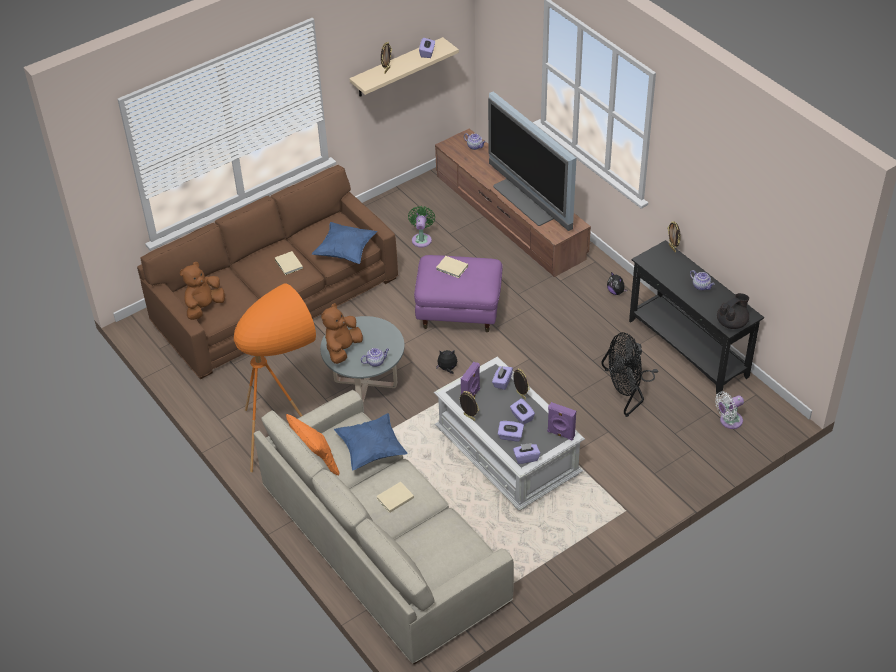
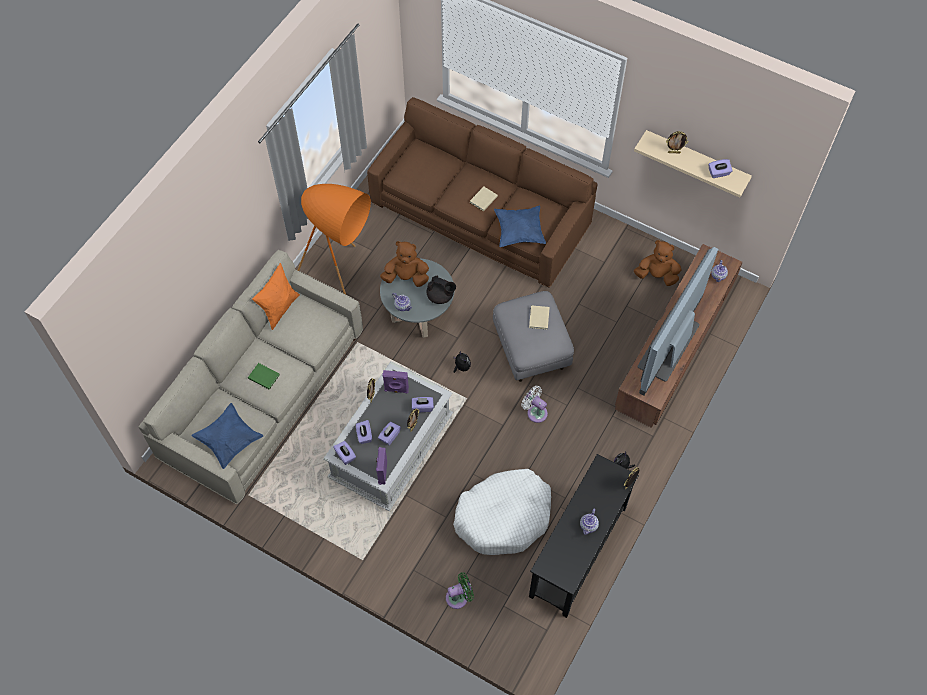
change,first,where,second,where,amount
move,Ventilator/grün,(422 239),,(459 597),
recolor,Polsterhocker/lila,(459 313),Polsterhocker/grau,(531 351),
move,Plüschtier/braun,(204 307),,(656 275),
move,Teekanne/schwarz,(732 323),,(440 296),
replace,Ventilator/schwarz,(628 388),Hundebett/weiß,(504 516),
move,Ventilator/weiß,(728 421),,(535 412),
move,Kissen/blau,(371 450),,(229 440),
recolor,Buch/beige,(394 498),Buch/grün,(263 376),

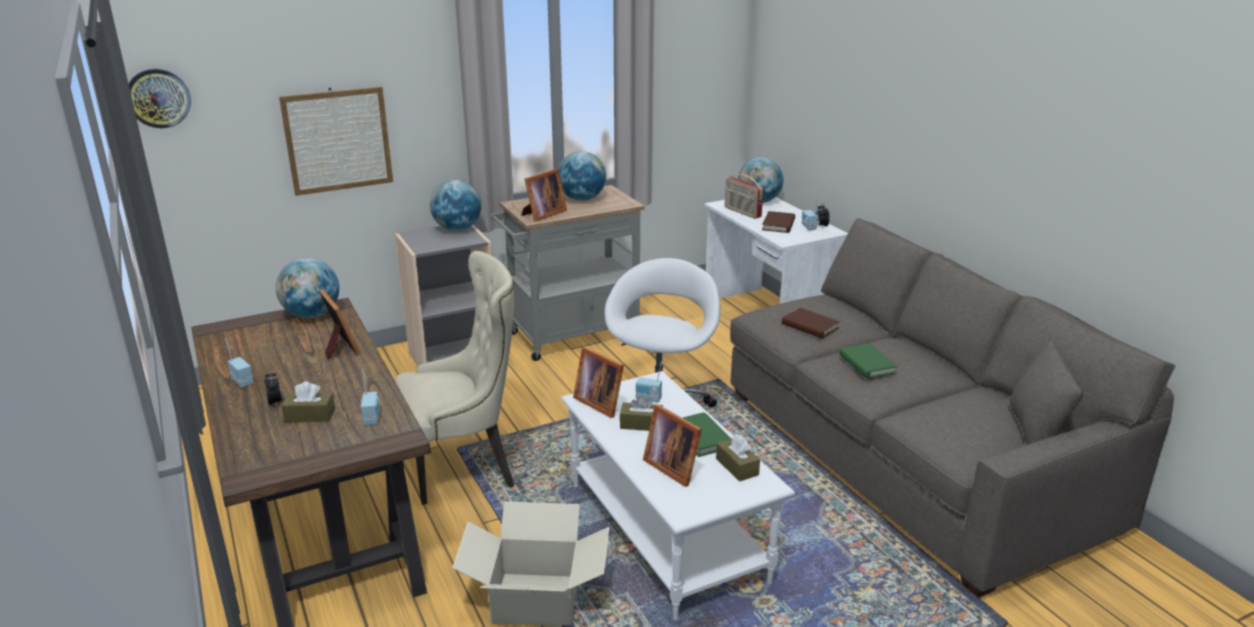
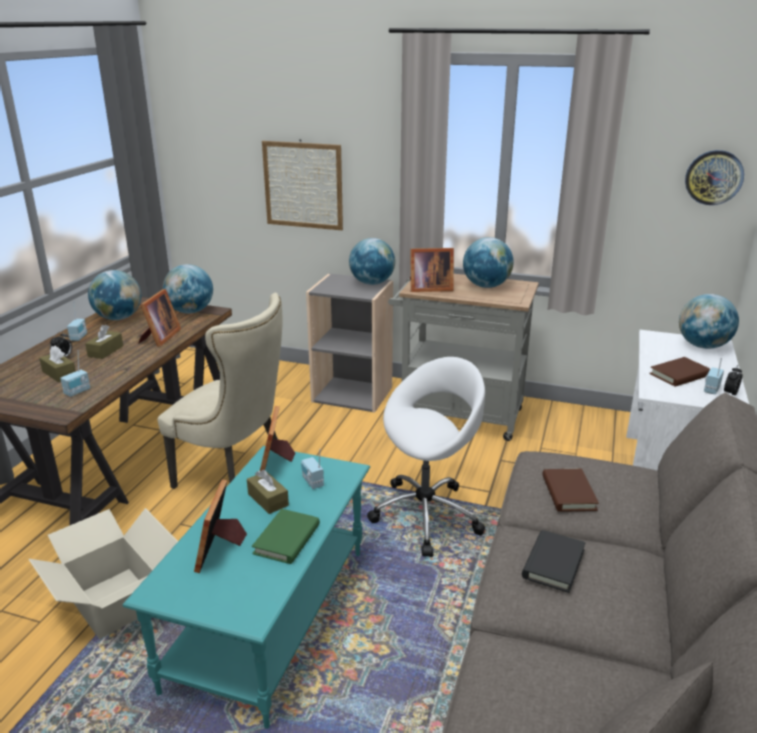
change,first,where,second,where,amount
move,Wanduhr,(158 98),,(714 177),
delete,Radio,(742 212),,,
recolor,Buch/grün,(867 364),Buch/schwarz,(553 563),
recolor,Couchtisch/weiß,(667 531),Couchtisch/türkis,(271 617),
move,Taschentuchbox/braun,(737 467),,(105 351),
insert,,,Globus,(119 318),

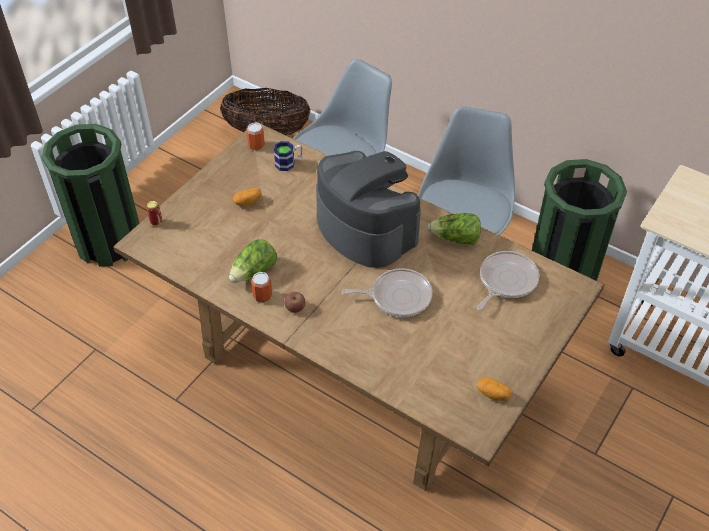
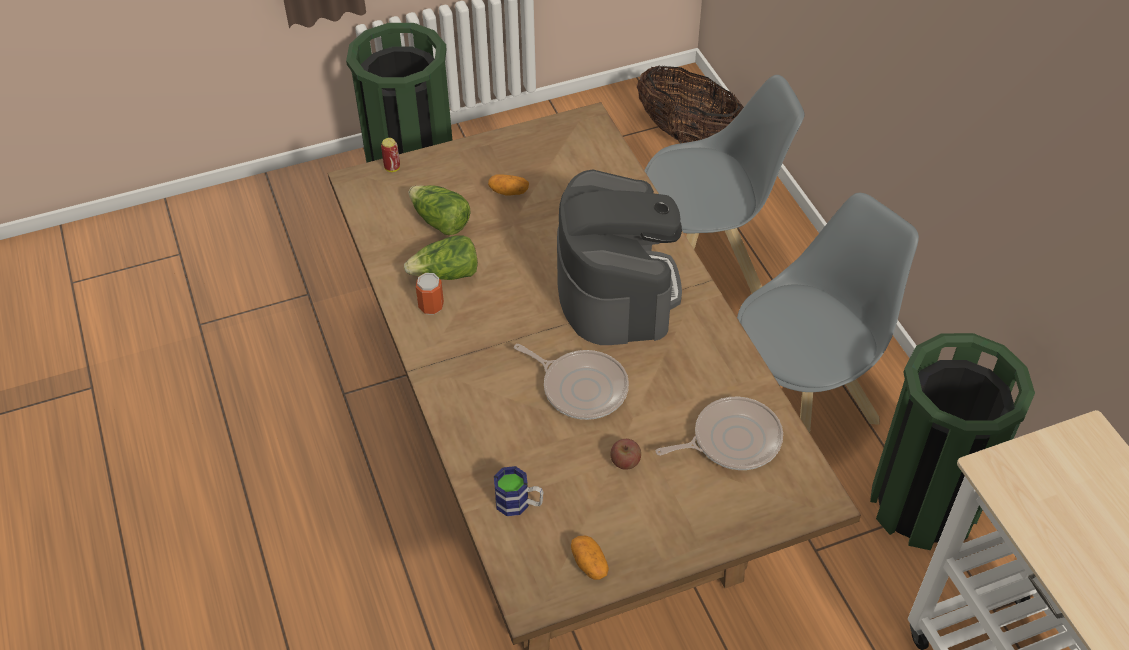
change,first,where,second,where,amount
delete,Dose,(256 146),,,
move,Henkelbecher,(289 163),,(519 503),
move,Salatkopf,(456 238),,(440 221),
move,Apfel,(295 307),,(625 461),

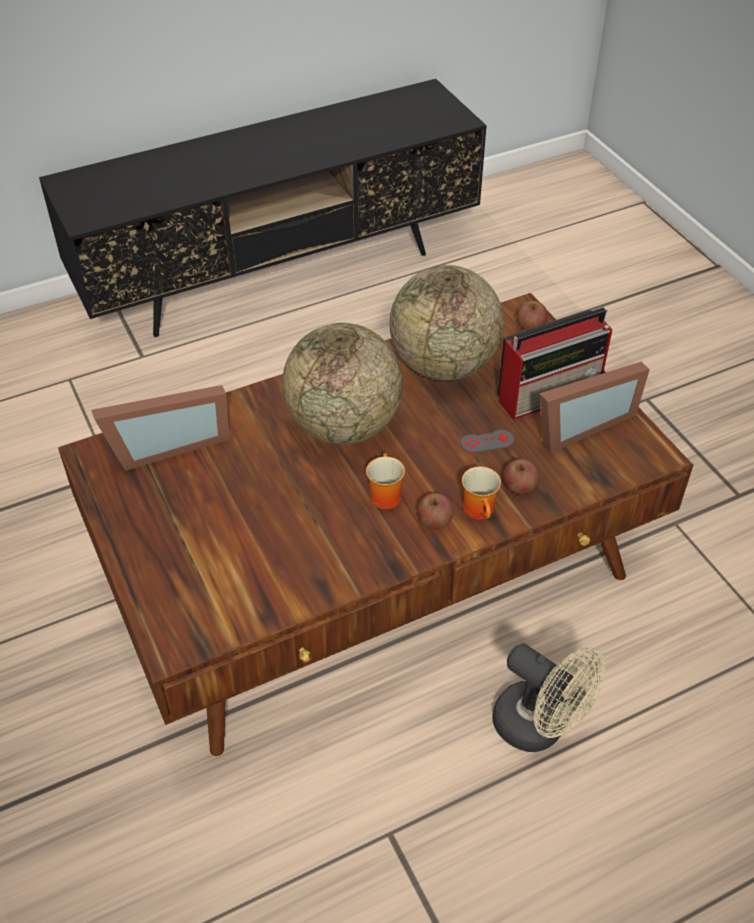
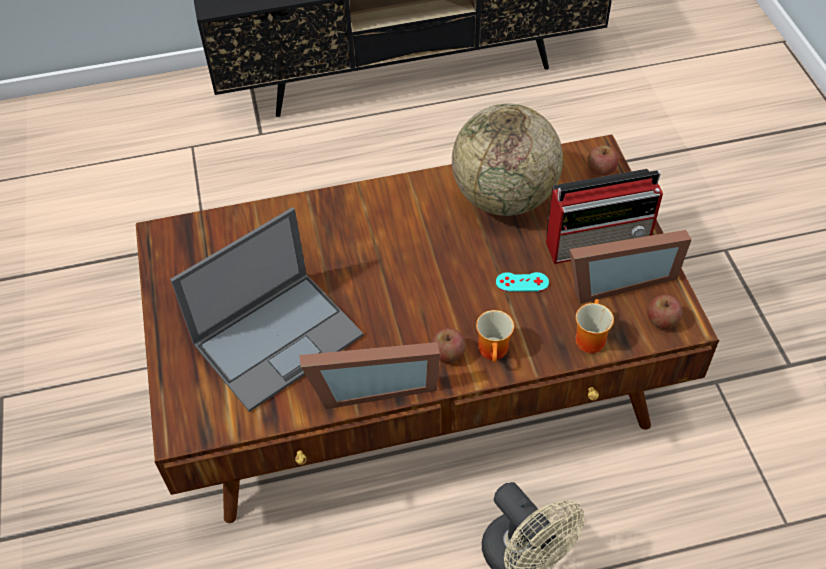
change,first,where,second,where,amount
delete,Globus,(344 425),,,
move,Bilderrahmen,(167 444),,(372 385),
recolor,Gamepad/grau,(487 441),Gamepad/türkis,(522 282),
move,Henkelbecher,(383 495),,(588 337),
move,Apfel,(519 486),,(662 320),
insert,,,Laptop,(279 338),

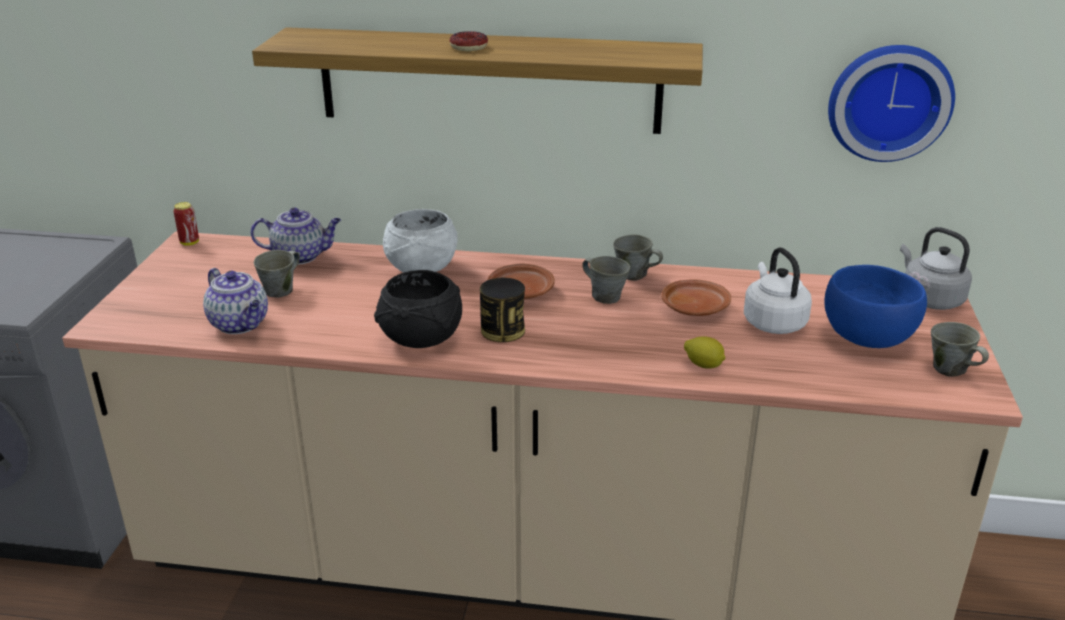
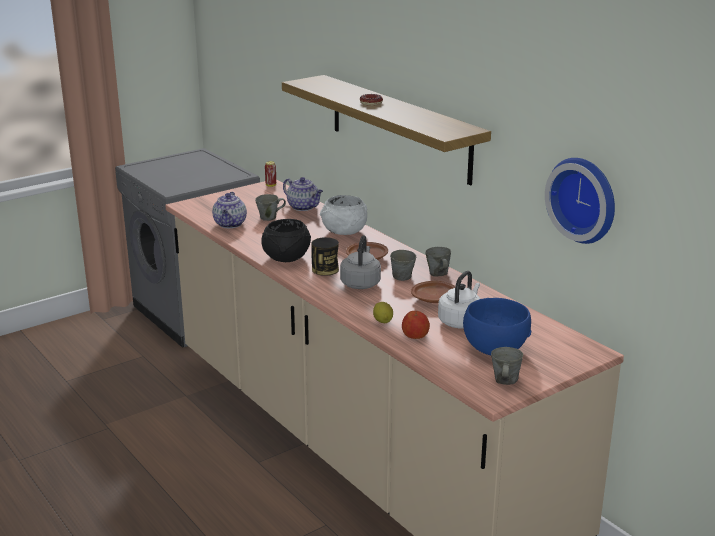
change,first,where,second,where,amount
move,Wasserkessel/grau,(929 299),,(361 283),
insert,,,Apfel,(415 335),

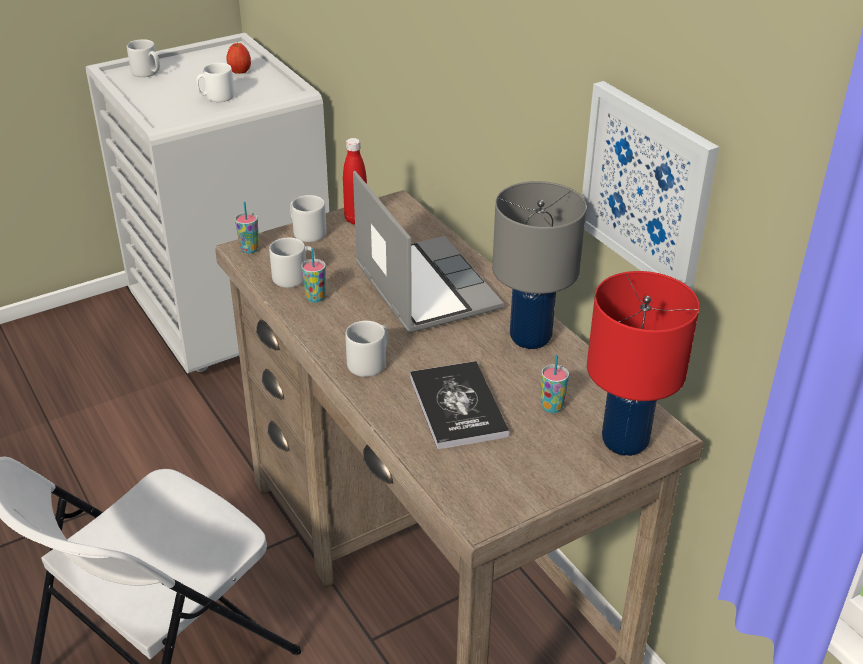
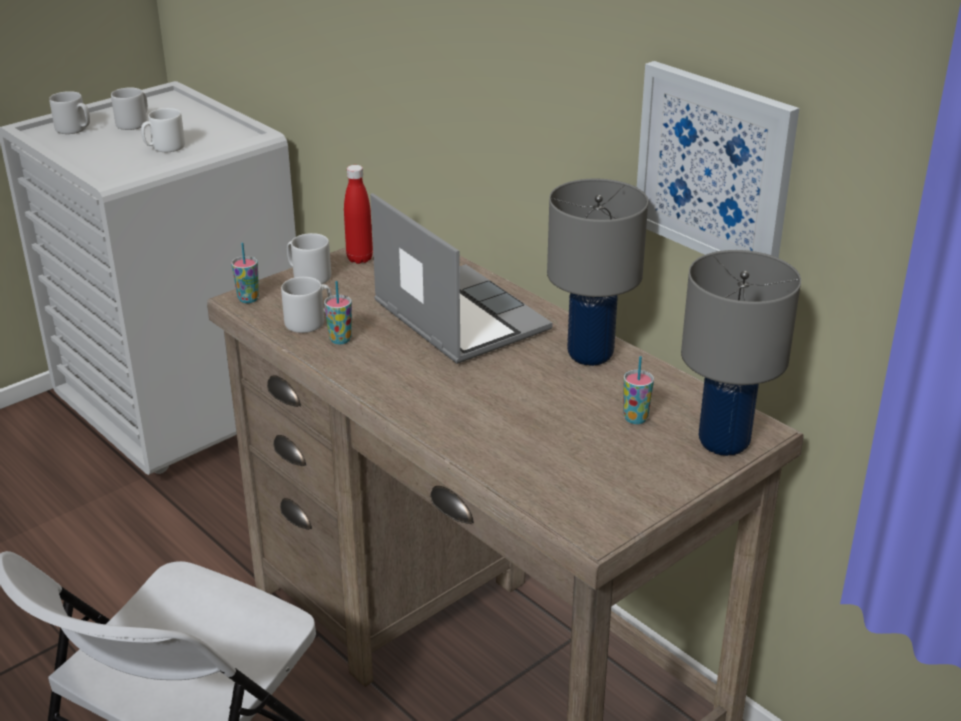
change,first,where,second,where,amount
delete,Apfel,(239 72),,,
recolor,Tischlampe/rot,(626 444),Tischlampe/grau,(726 444),
move,Henkelbecher/grau,(370 363),,(134 123),
delete,Buch,(458 406),,,

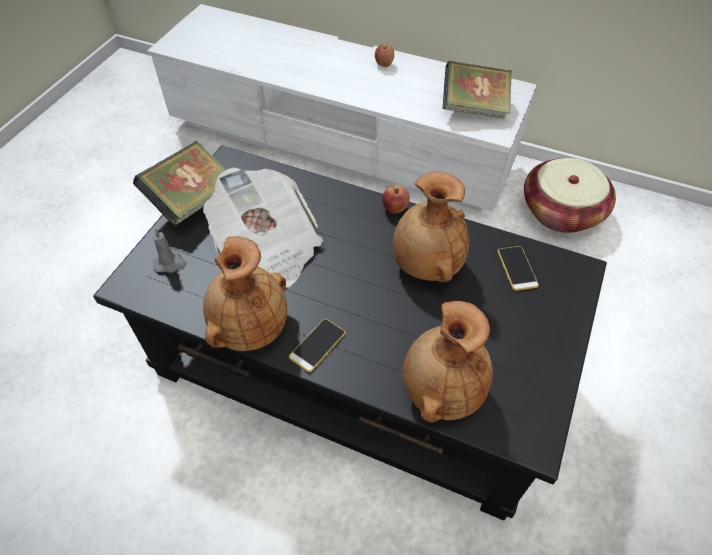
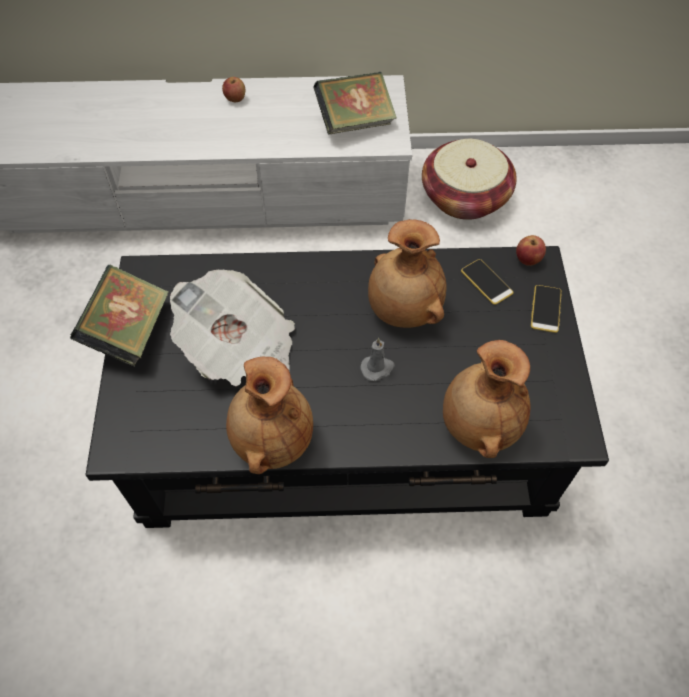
change,first,where,second,where,amount
move,Apfel,(395 209),,(528 259),
move,Kerze/grau,(170 263),,(377 368),
move,Handy,(317 345),,(546 309),

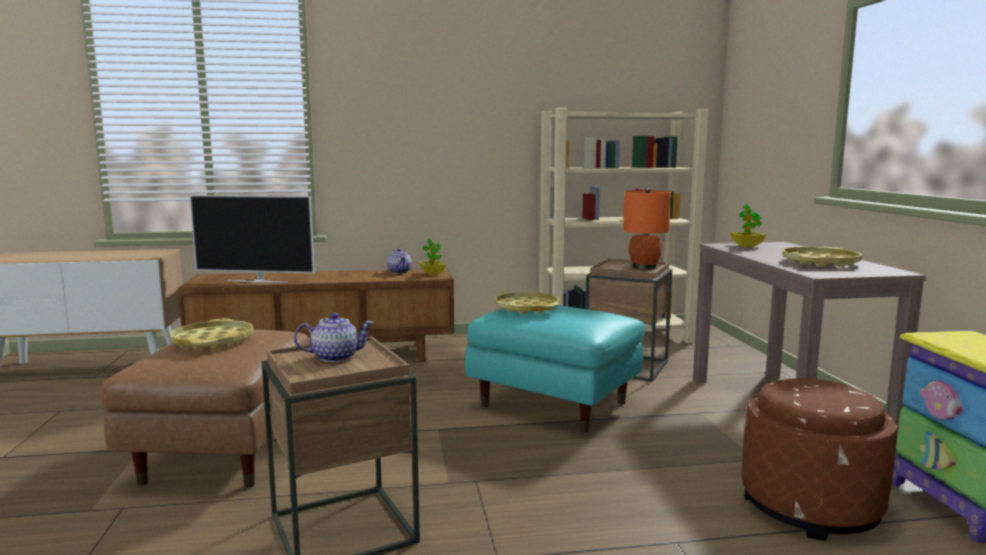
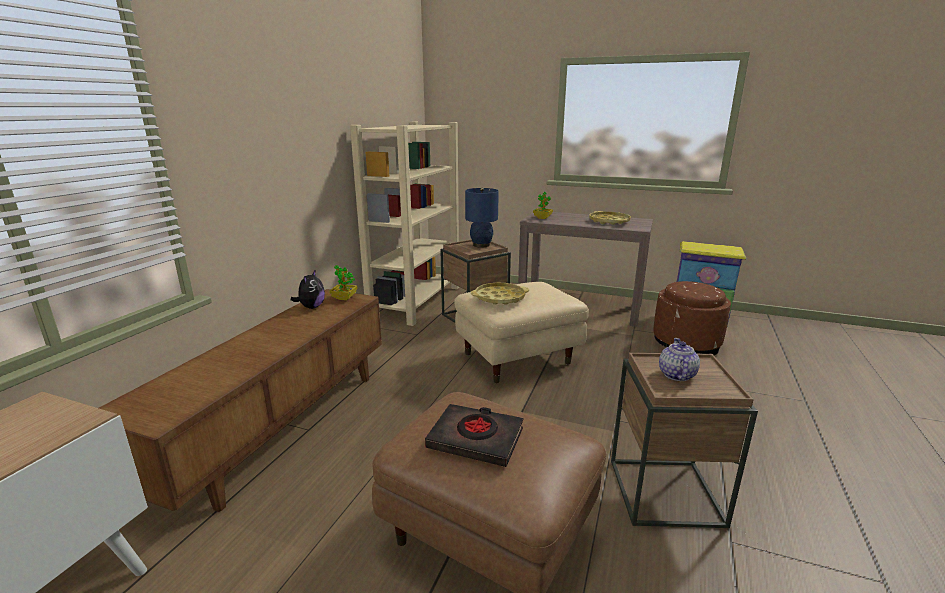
change,first,where,second,where,amount
recolor,Tischlampe/orange,(644 267),Tischlampe/blau,(481 245),
delete,Fernseher,(257 281),,,
replace,Teekanne,(400 272),Plüschtier,(311 307),
recolor,Polsterhocker/türkis,(555 405),Polsterhocker/beige,(518 358),
replace,Tablett/gelb,(213 341),Buch/schwarz,(476 439),

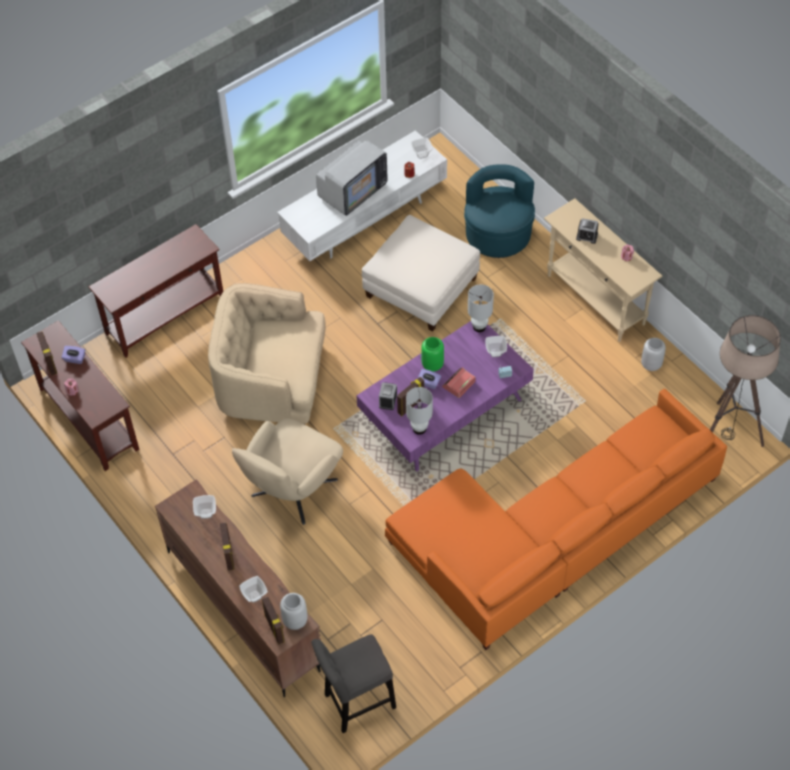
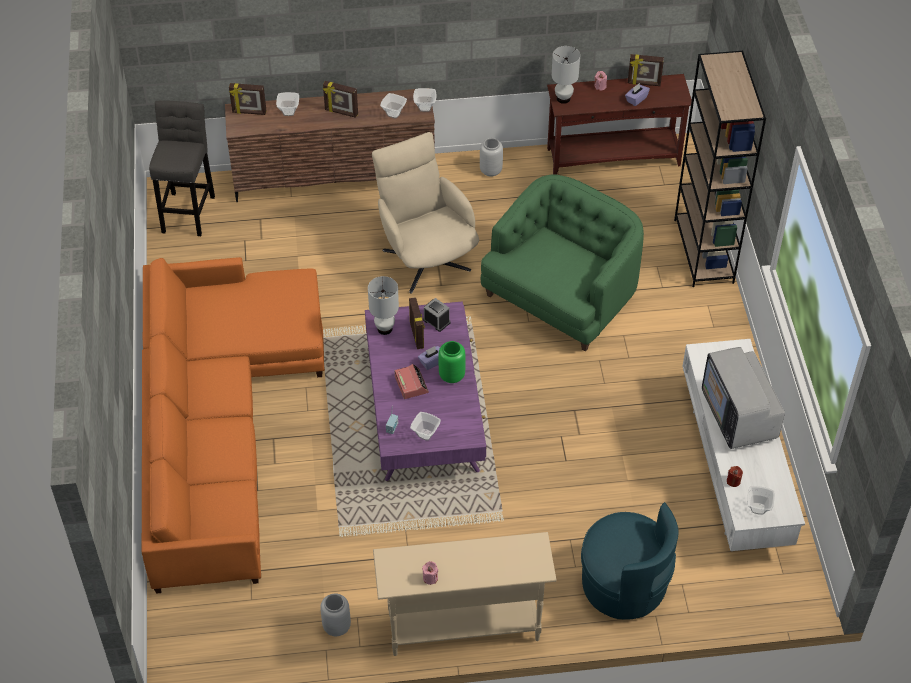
change,first,where,second,where,amount
delete,Polsterhocker/weiß,(421 287),,,
delete,Wecker,(587 236),,,
replace,Konsolentisch/braun,(165 315),Bücherregal/beige,(704 251),
recolor,Sessel/beige,(272 381),Sessel/grün,(561 296),
move,Tischlampe/weiß,(479 326),,(563 98),
delete,Stehlampe,(726 434),,,
move,Vase/grau,(295 620),,(491 171),
insert,,,Schüssel,(425 108),

